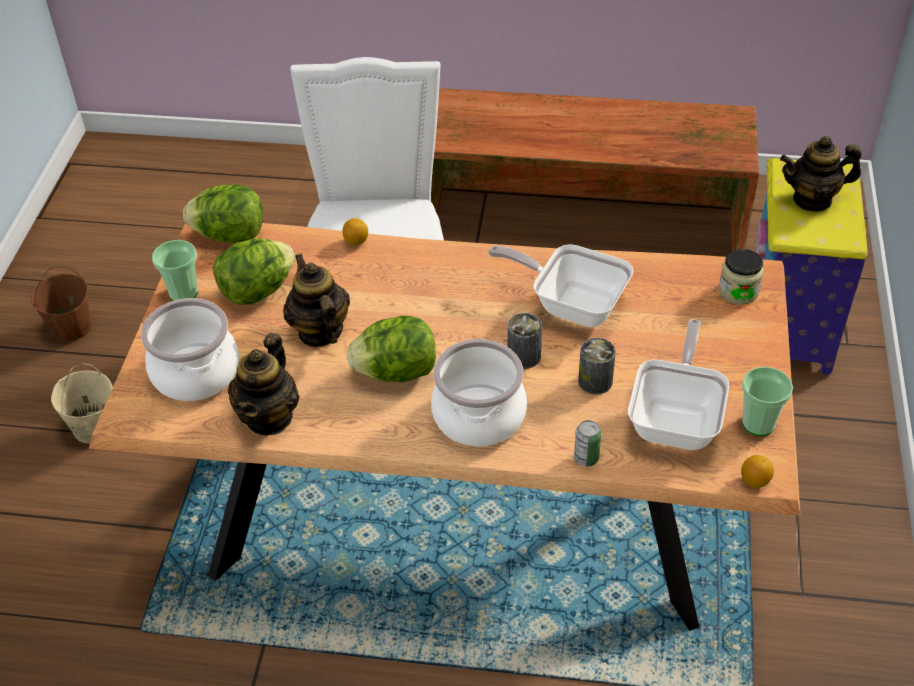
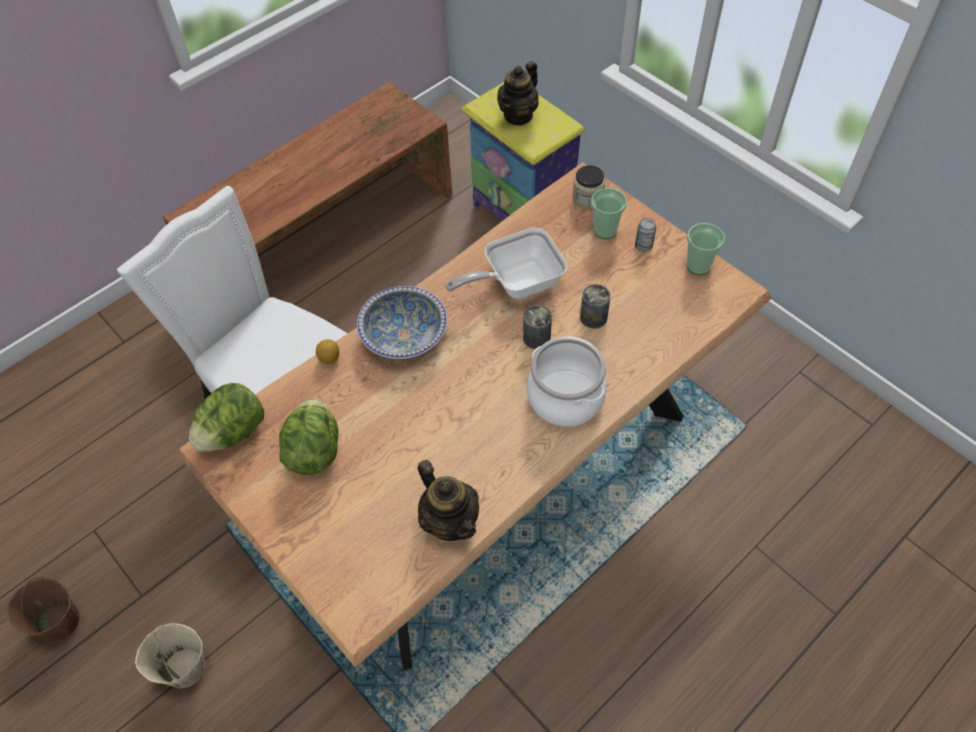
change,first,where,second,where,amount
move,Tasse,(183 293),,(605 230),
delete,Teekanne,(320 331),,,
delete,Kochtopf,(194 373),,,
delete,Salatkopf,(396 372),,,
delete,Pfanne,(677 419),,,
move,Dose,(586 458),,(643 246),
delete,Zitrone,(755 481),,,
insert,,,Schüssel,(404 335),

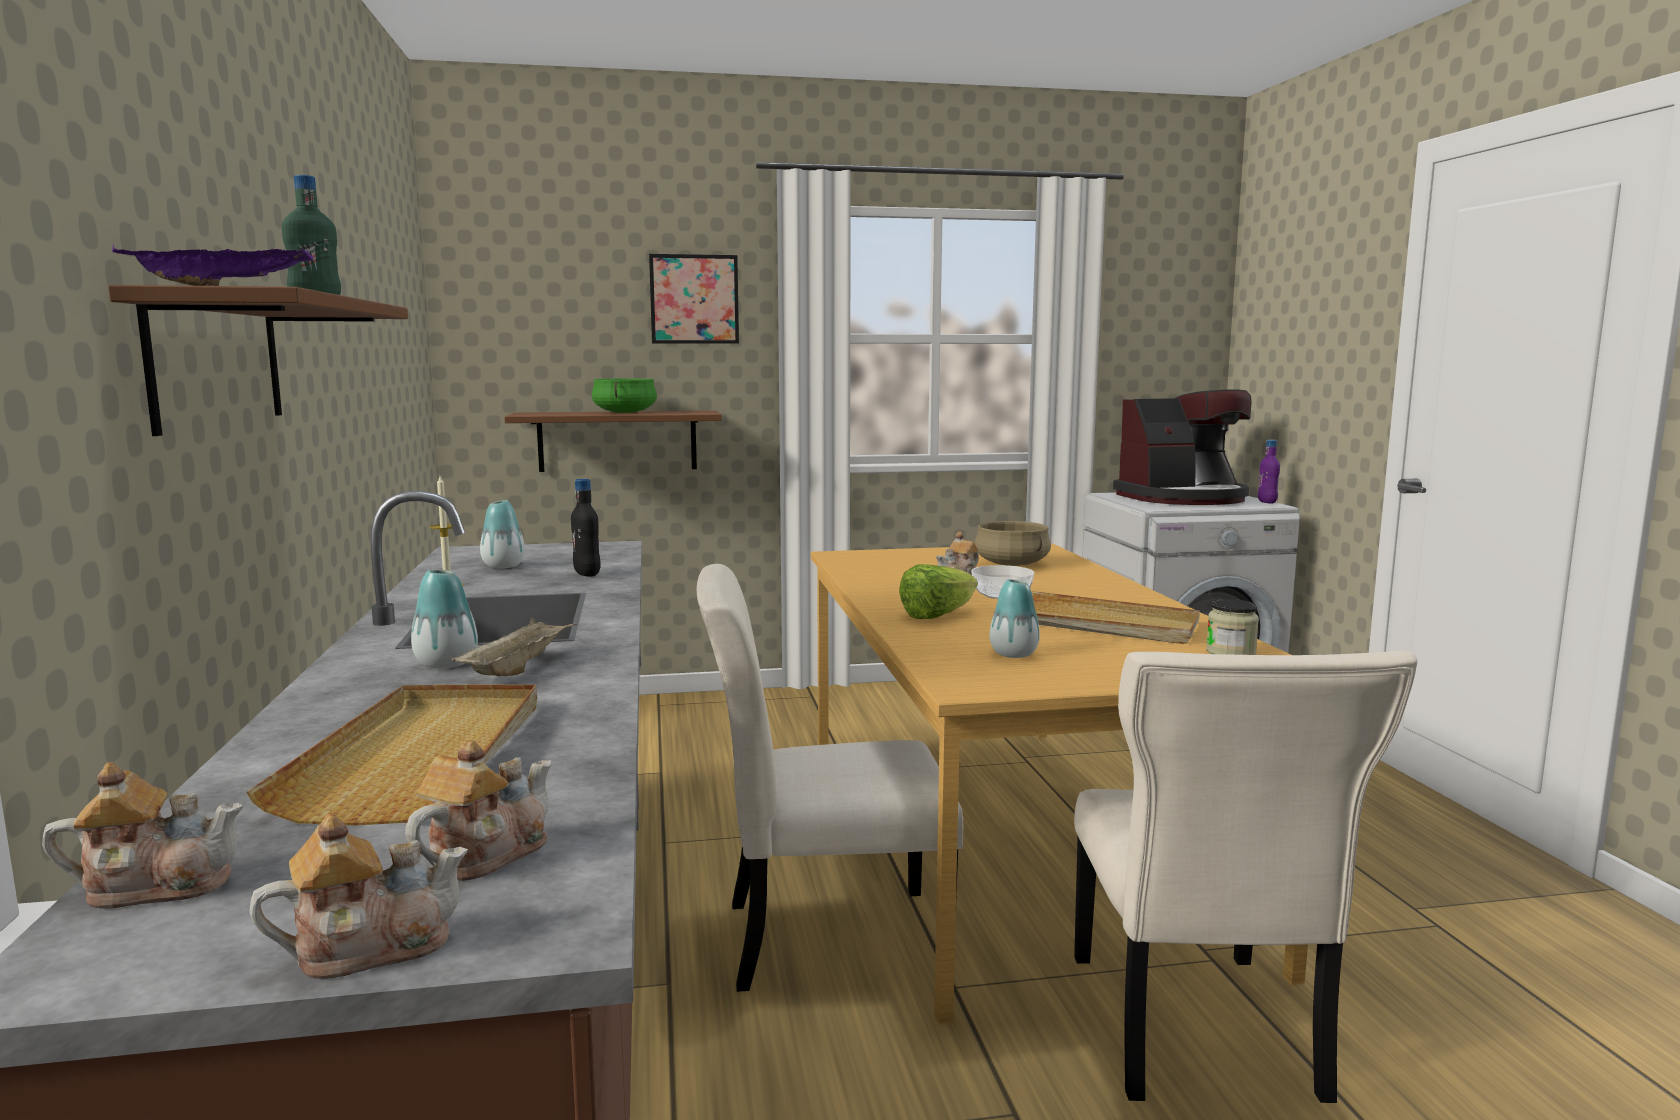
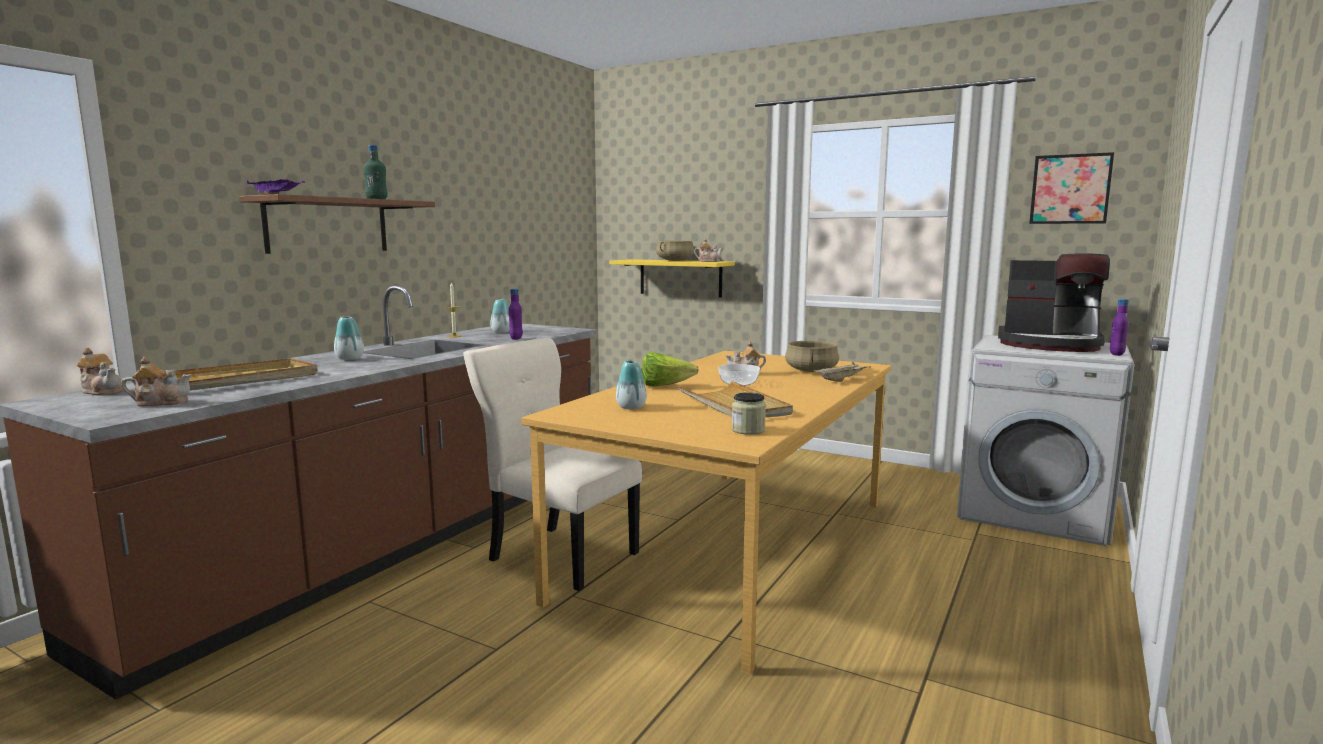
change,first,where,second,where,amount
move,Bild,(694 299),,(1070 189),
recolor,Kochtopf/grün,(624 412),Kochtopf/beige,(674 260),
recolor,Wandregal/braun,(617 441),Wandregal/gelb,(680 278),
recolor,Flasche/schwarz,(587 574),Flasche/lila,(516 338),
move,Tablett/beige,(518 668),,(841 380),
delete,Stuhl/beige,(1194 1031),,,
move,Teekanne,(369 947),,(708 261),

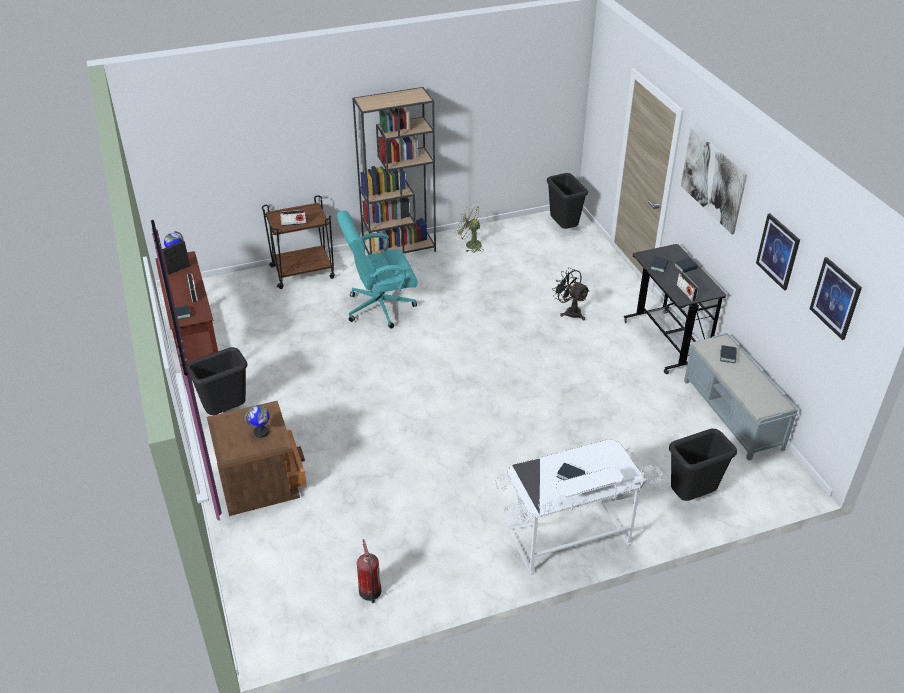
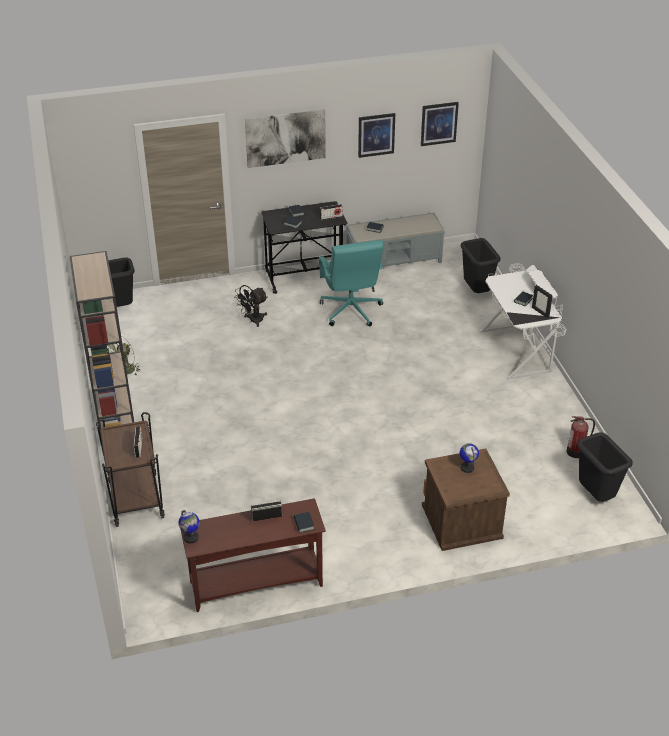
change,first,where,second,where,amount
move,Bürostuhl/türkis,(380 307),,(351 309),
move,Bilderrahmen,(178 269),,(540 312),
move,Mülleimer/schwarz,(226 412),,(595 495),

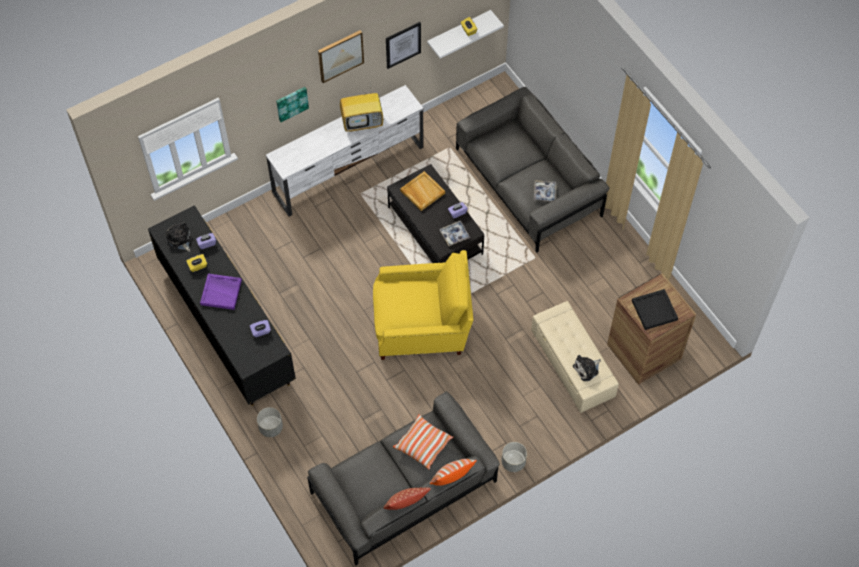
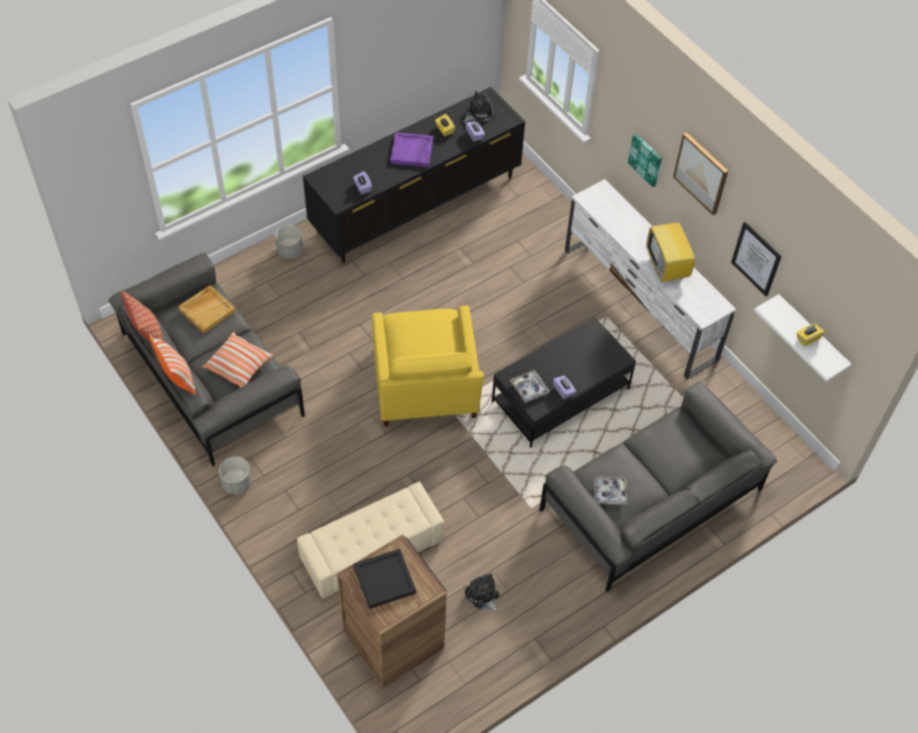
change,first,where,second,where,amount
move,Tablett/beige,(422 192),,(207 310),
move,Plüschtier,(587 369),,(482 595),

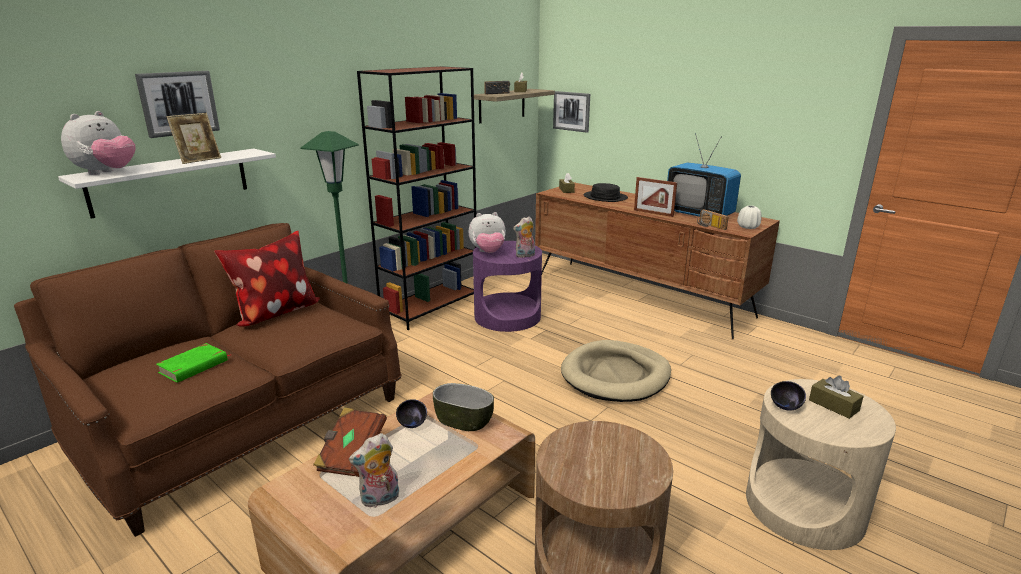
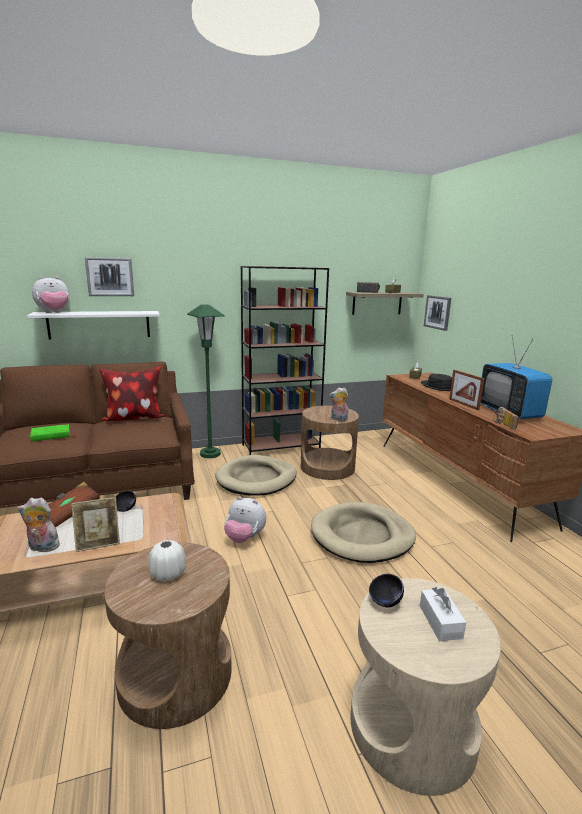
change,first,where,second,where,amount
move,Bilderrahmen,(199 160),,(98 543),
move,Vase/weiß,(748 227),,(168 573),
move,Plüschtier,(488 252),,(244 538),
recolor,Beistelltisch/lila,(507 316),Beistelltisch/braun,(327 467),
recolor,Taschentuchbox/braun,(833 405),Taschentuchbox/weiß,(440 621),
delete,Schüssel,(463 421),,,
insert,,,Hundebett/beige,(256 479),

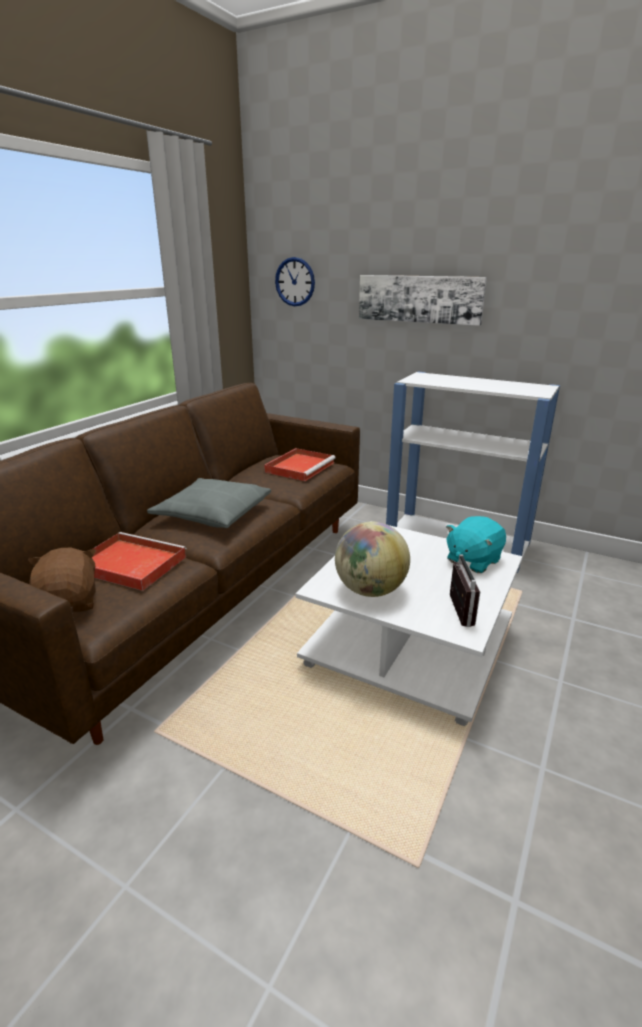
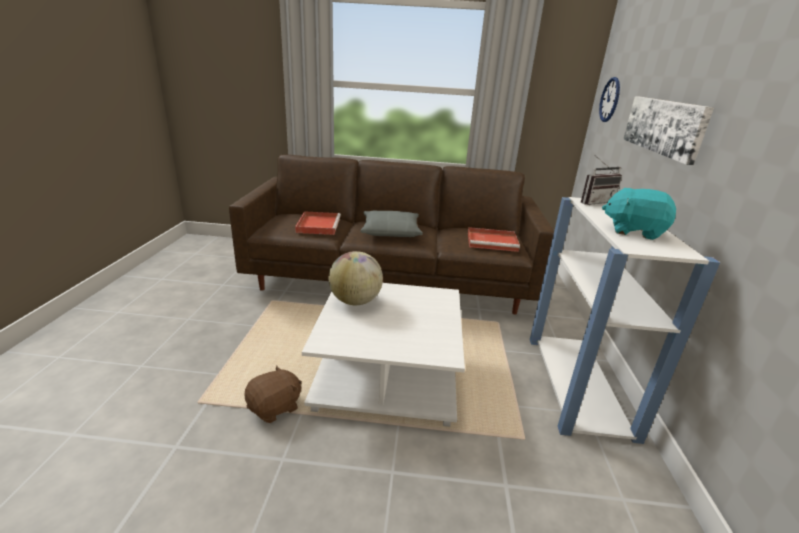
change,first,where,second,where,amount
move,Plüschtier/türkis,(472 560),,(633 231),
move,Plüschtier/braun,(70 603),,(275 407),
move,Radio,(454 610),,(594 202),

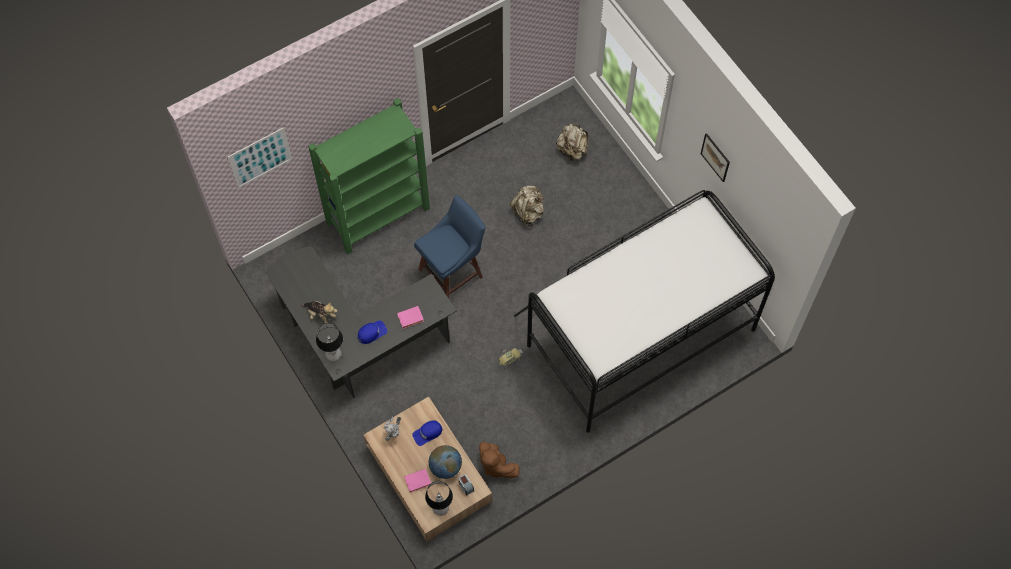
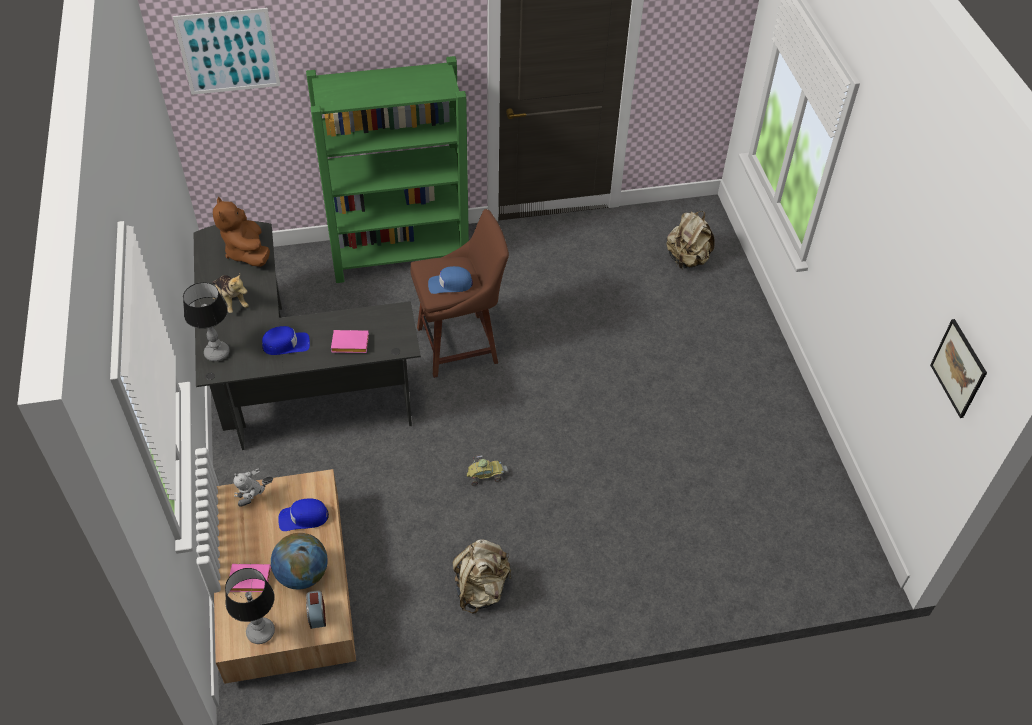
change,first,where,second,where,amount
move,Bild,(715 157),,(959 368),
move,Rucksack/beige,(528 212),,(481 589),
delete,Bett/schwarz,(637 337),,,
recolor,Hocker/blau,(453 272),Hocker/braun,(461 344),
move,Plüschtier/braun,(496 465),,(247 252),
insert,,,Kappe/blau,(450 284),

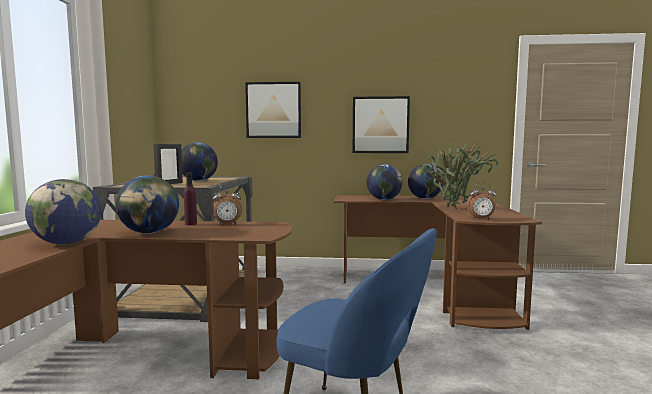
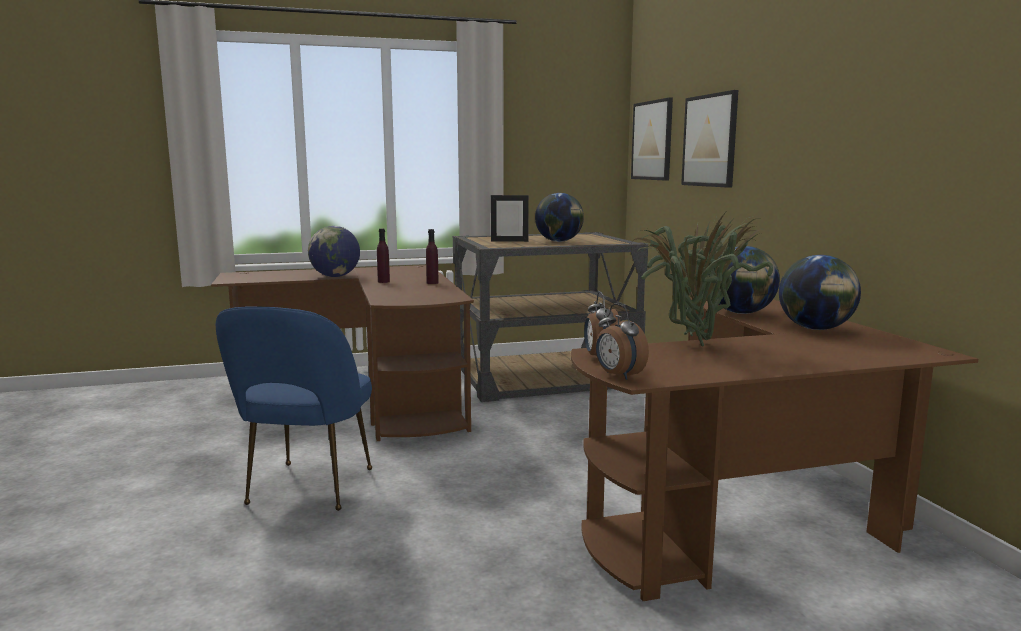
change,first,where,second,where,amount
move,Bild,(380 125),,(652 140),
replace,Globus,(149 232),Flasche/lila,(383 281),
move,Wecker,(227 224),,(618 376),

